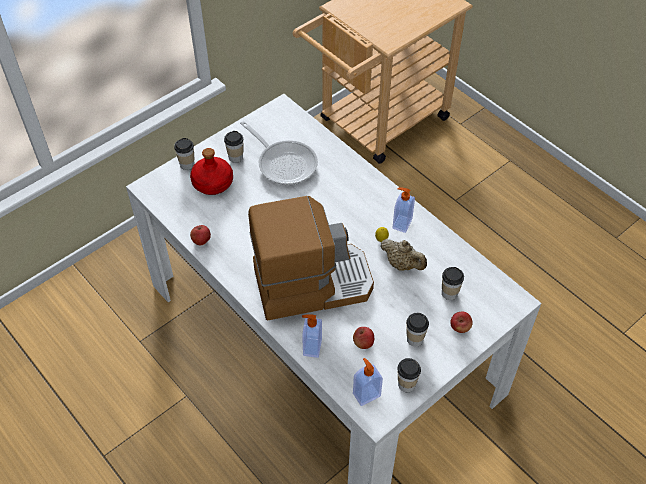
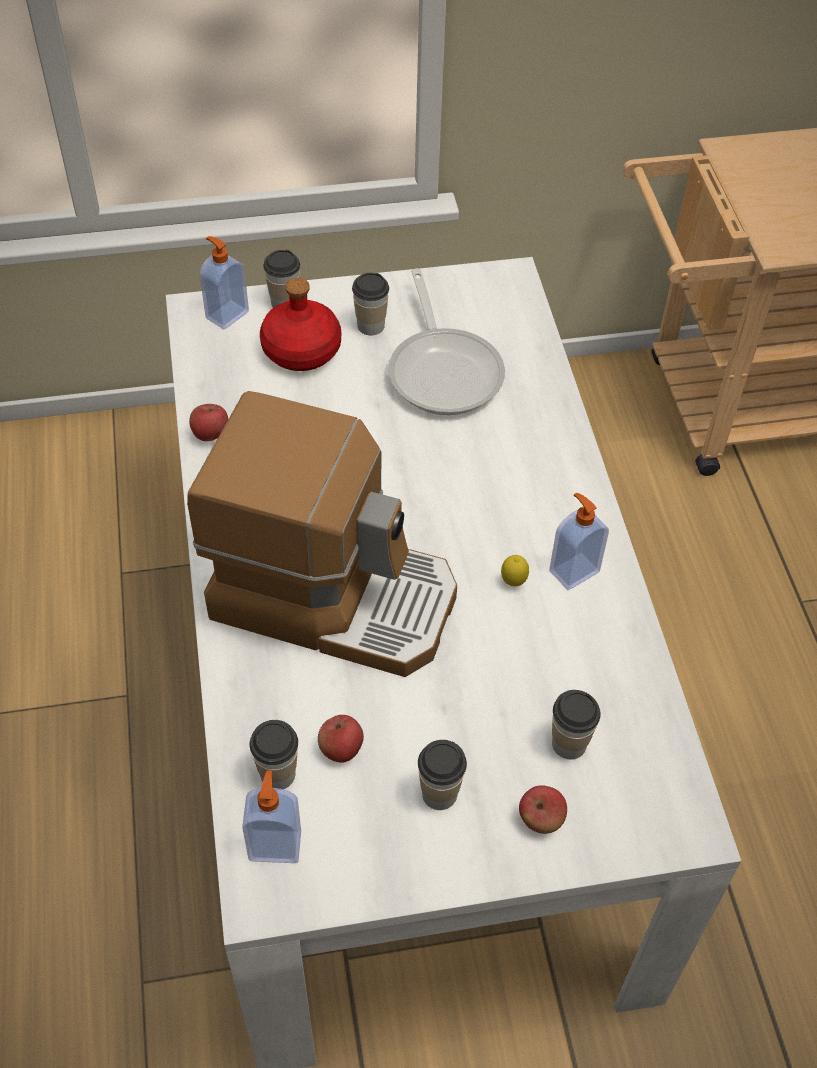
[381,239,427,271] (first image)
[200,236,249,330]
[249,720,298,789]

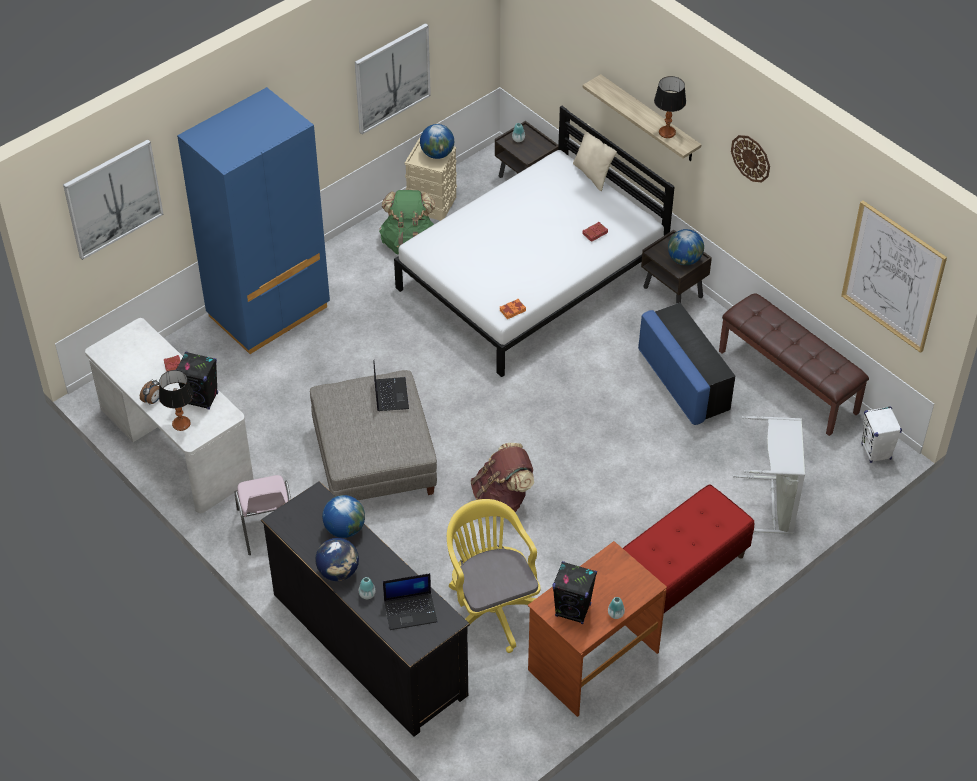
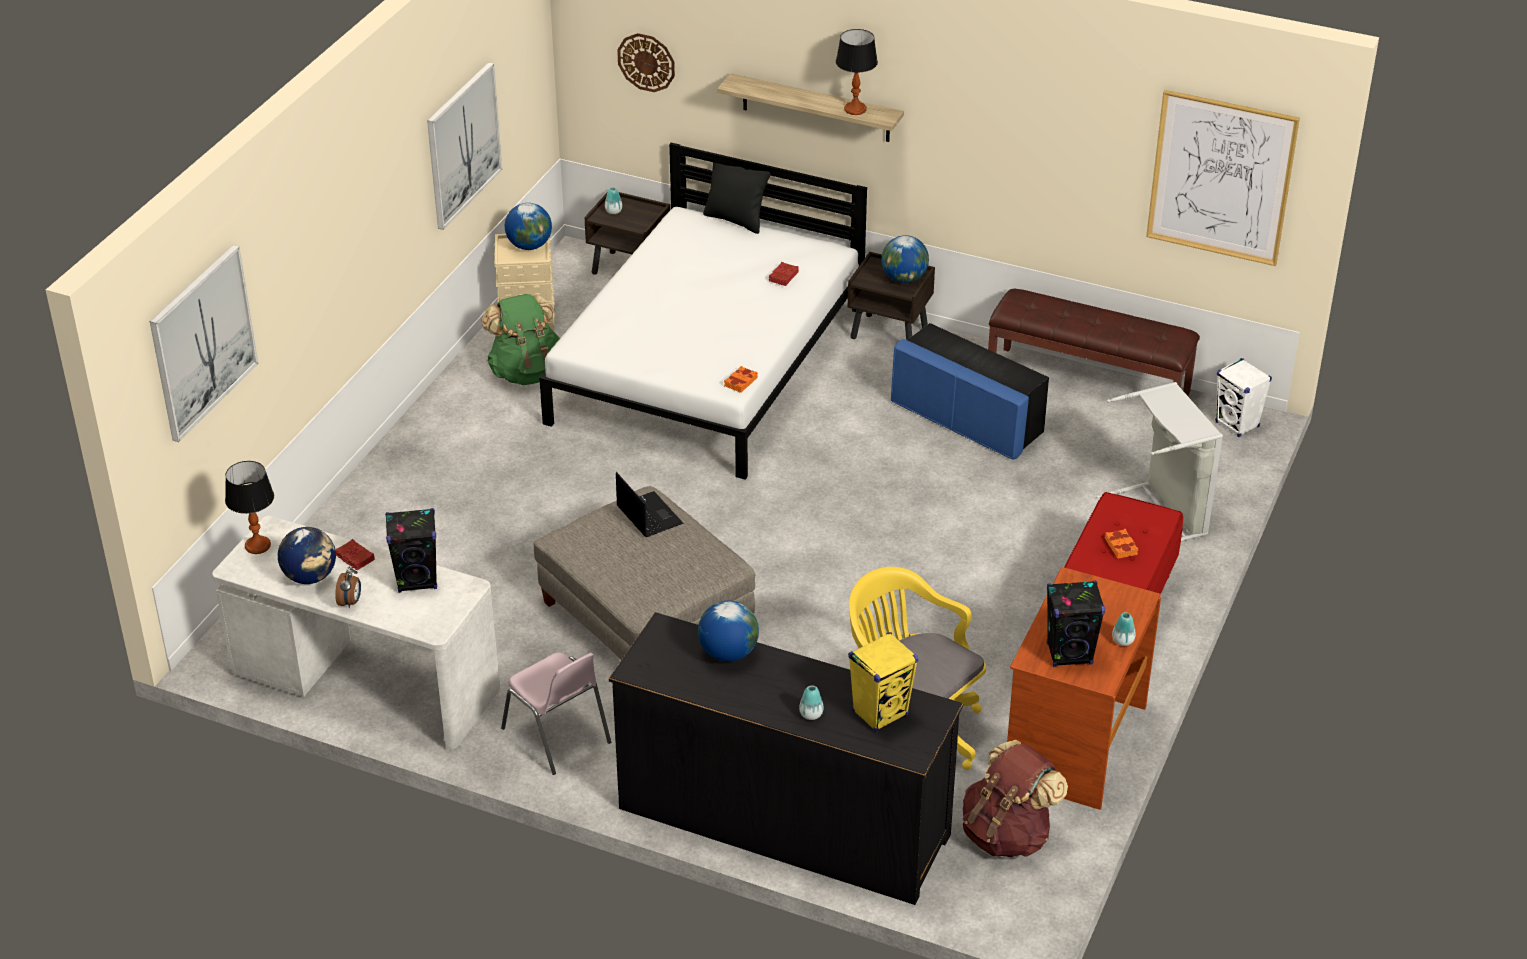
[177,87,330,354] (first image)
[1105,529,1138,559]
[225,461,274,554]
[278,527,336,584]
[963,740,1068,857]
[617,33,675,92]
[848,632,918,732]
[703,162,770,234]

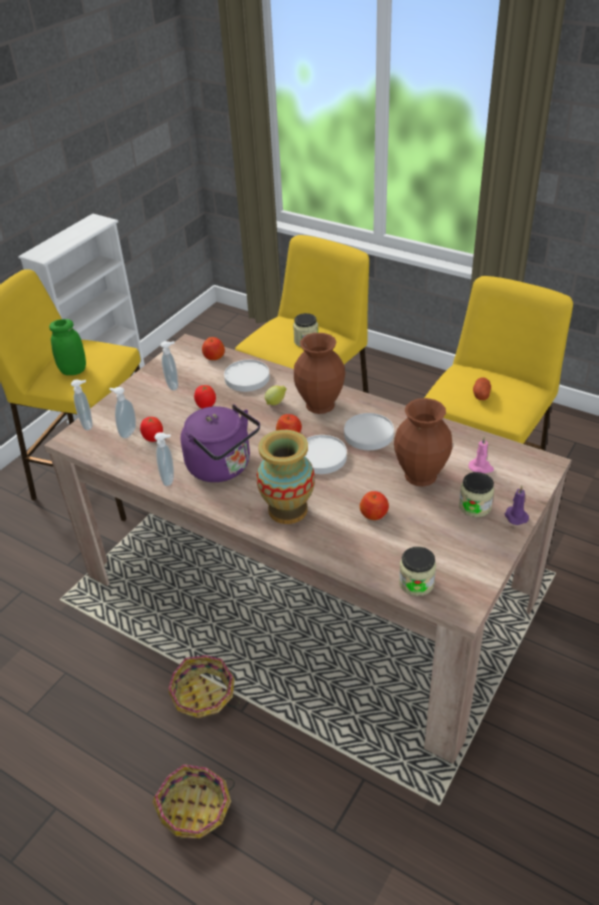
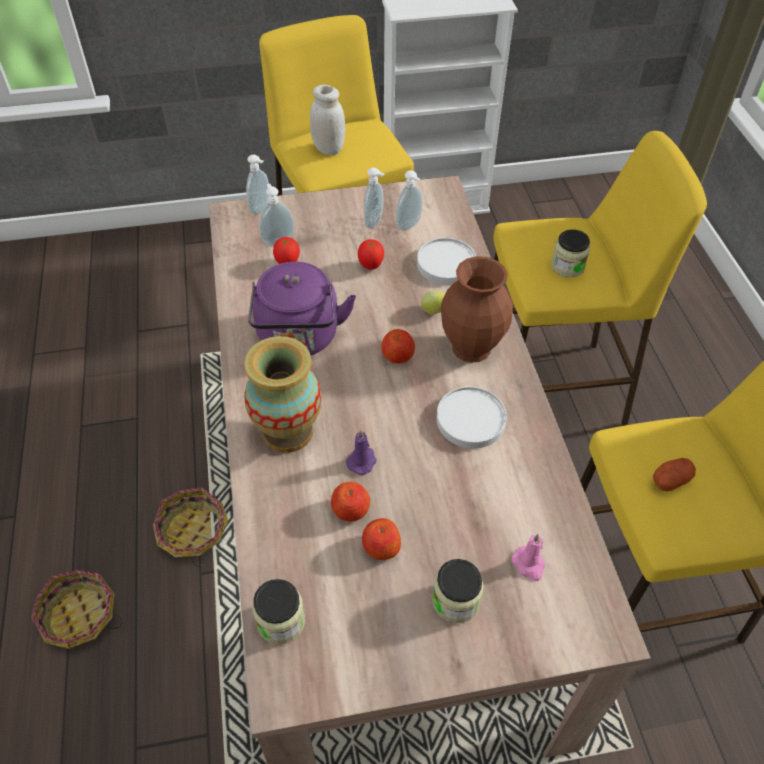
[305,435,347,474] (first image)
[394,398,452,487] (first image)
[396,170,423,231]
[362,518,401,560]
[346,430,377,475]
[310,85,345,155]

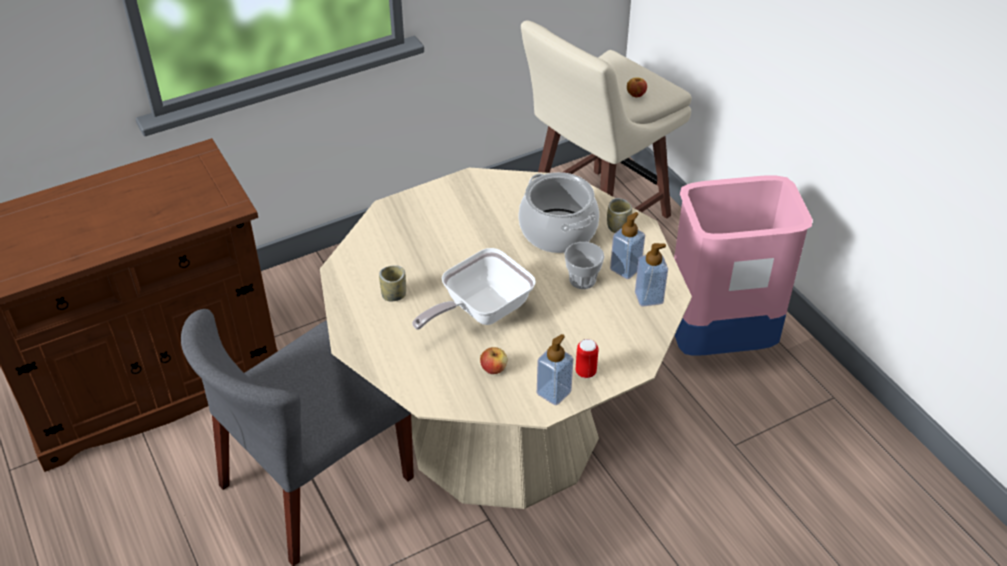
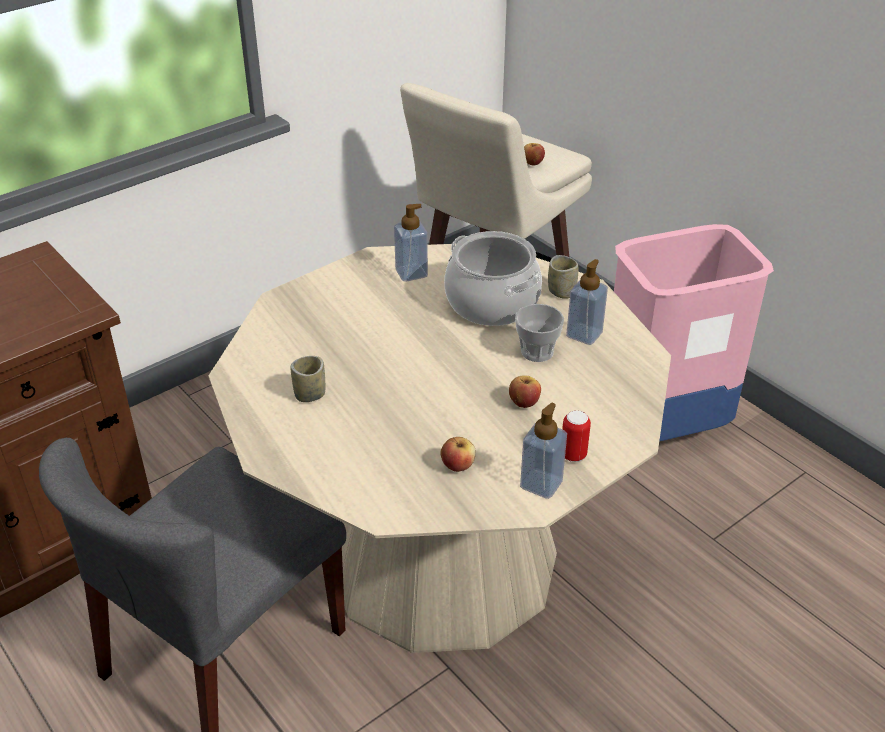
[412,248,536,330] (first image)
[509,375,541,408]
[394,204,428,282]

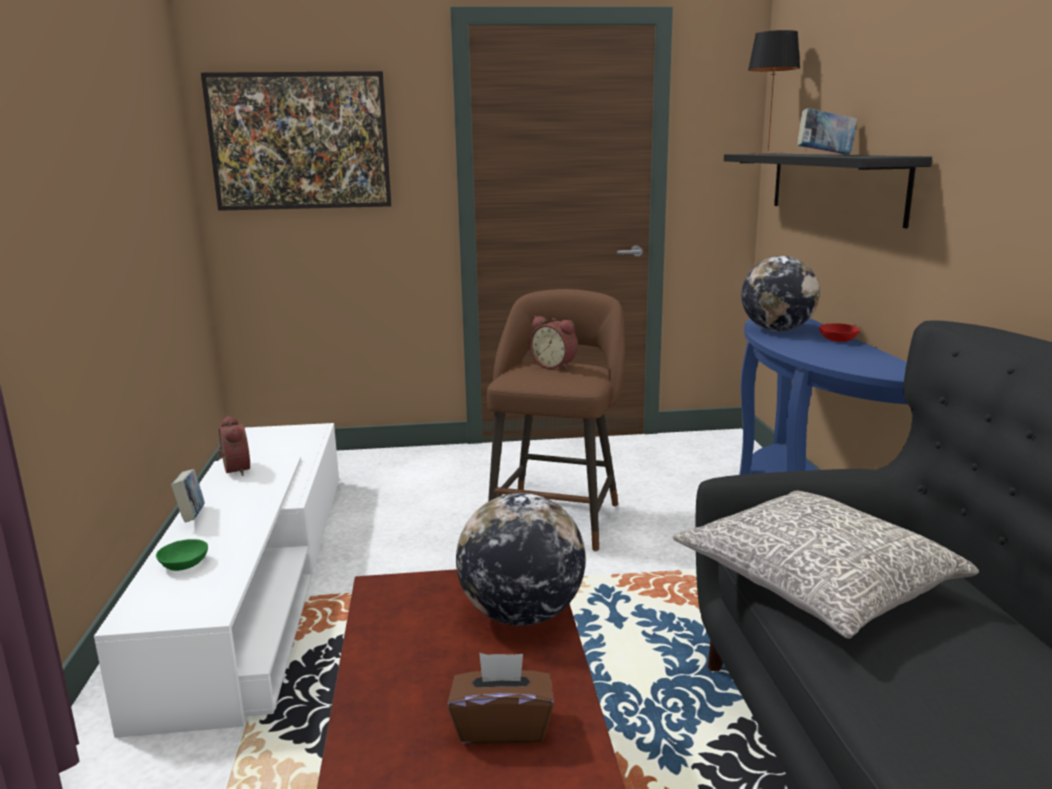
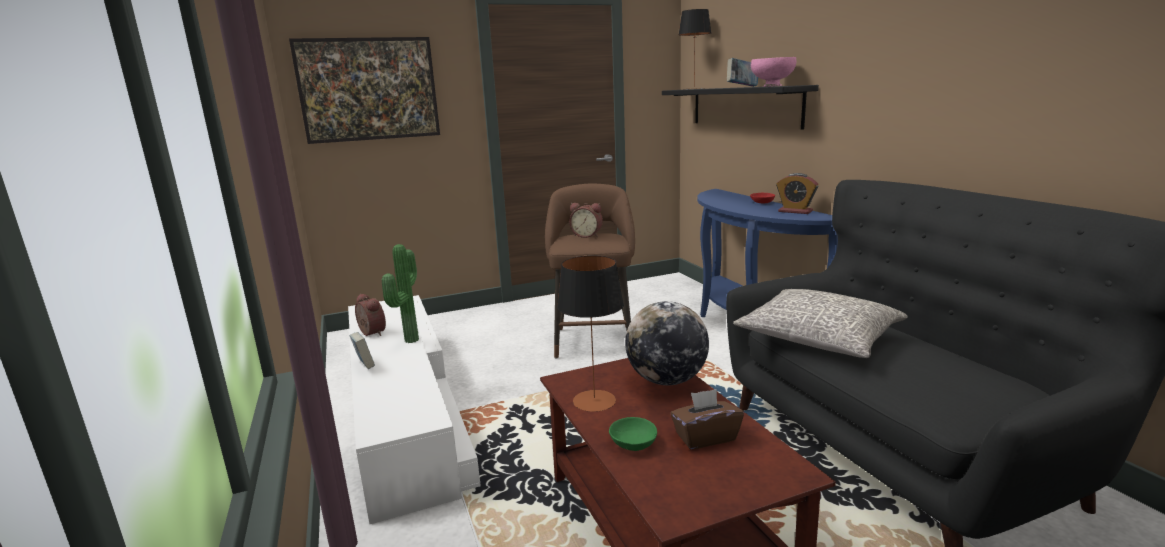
[741,256,820,331] (first image)
[382,244,419,343]
[557,255,624,412]
[751,57,796,87]
[776,173,818,214]
[609,417,657,451]

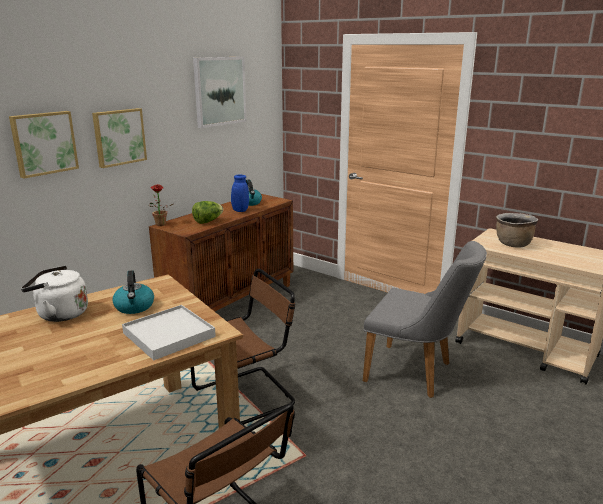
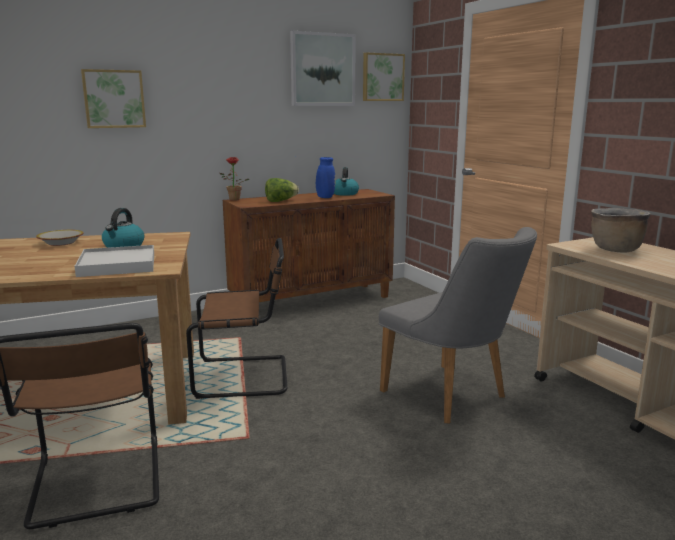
[363,52,405,101]
[36,230,84,246]

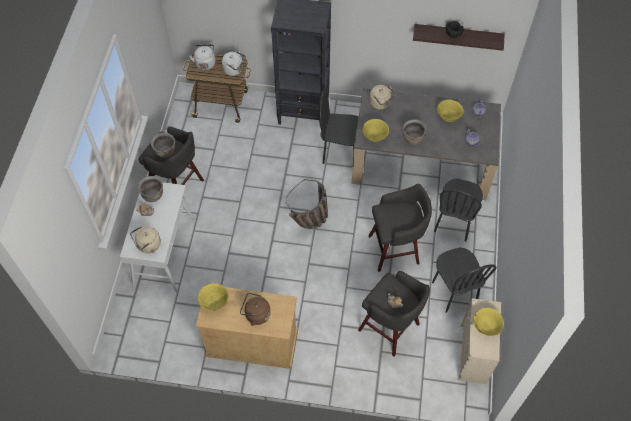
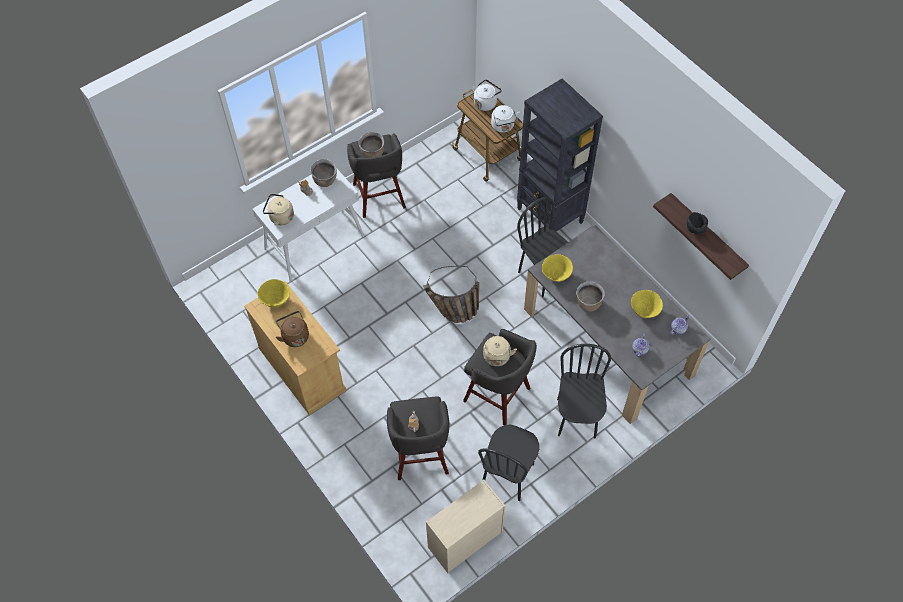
[473,308,504,336] (first image)
[483,336,517,366]
[557,344,611,438]

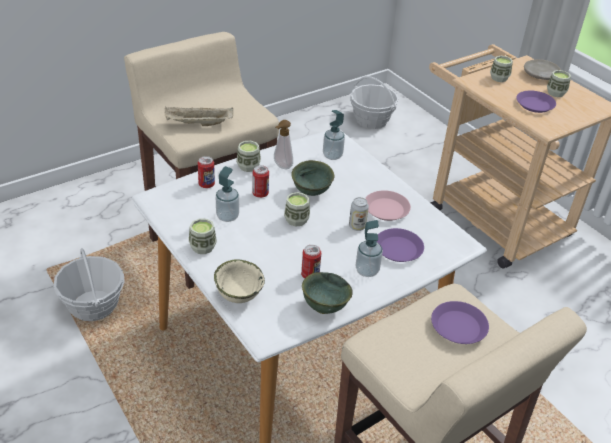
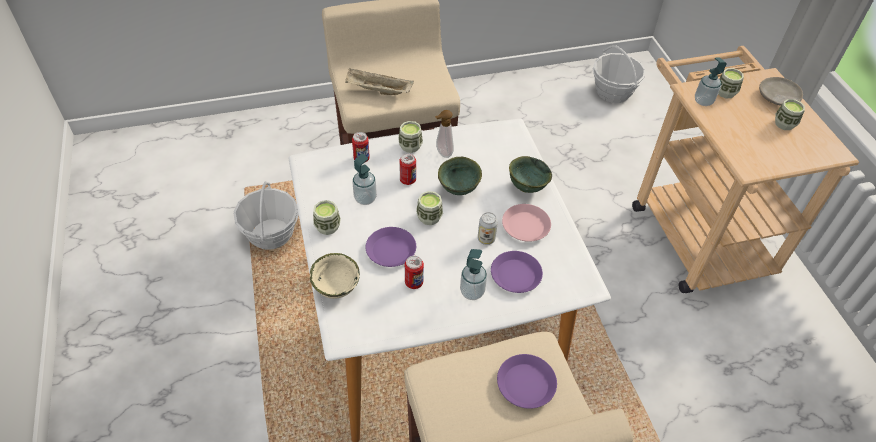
[509,156,552,193]
[695,58,727,106]
[366,227,416,267]

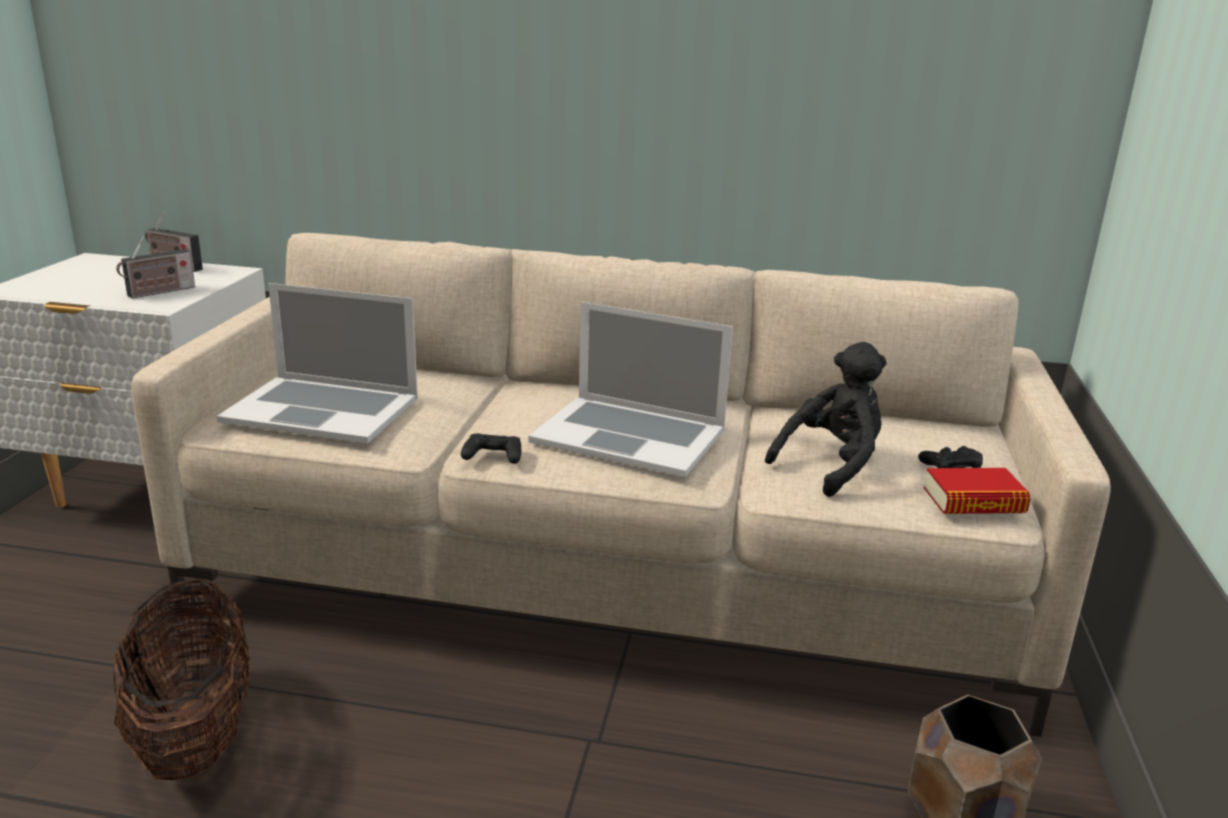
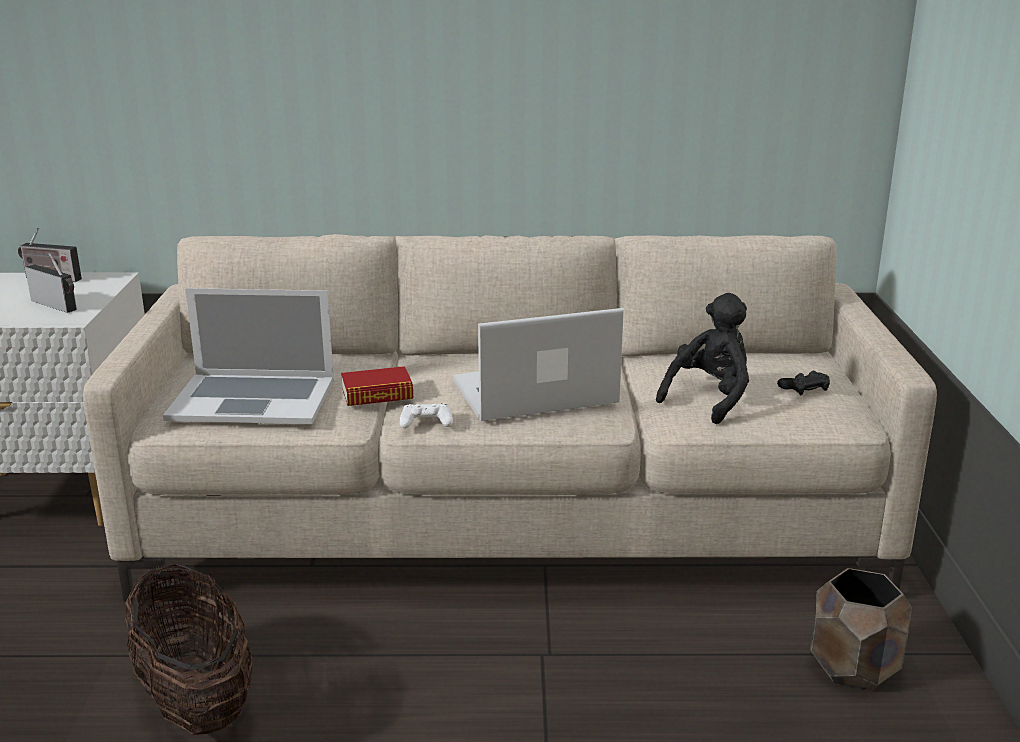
[341,366,413,406]
[400,403,453,428]
[25,253,77,313]
[453,308,624,421]

